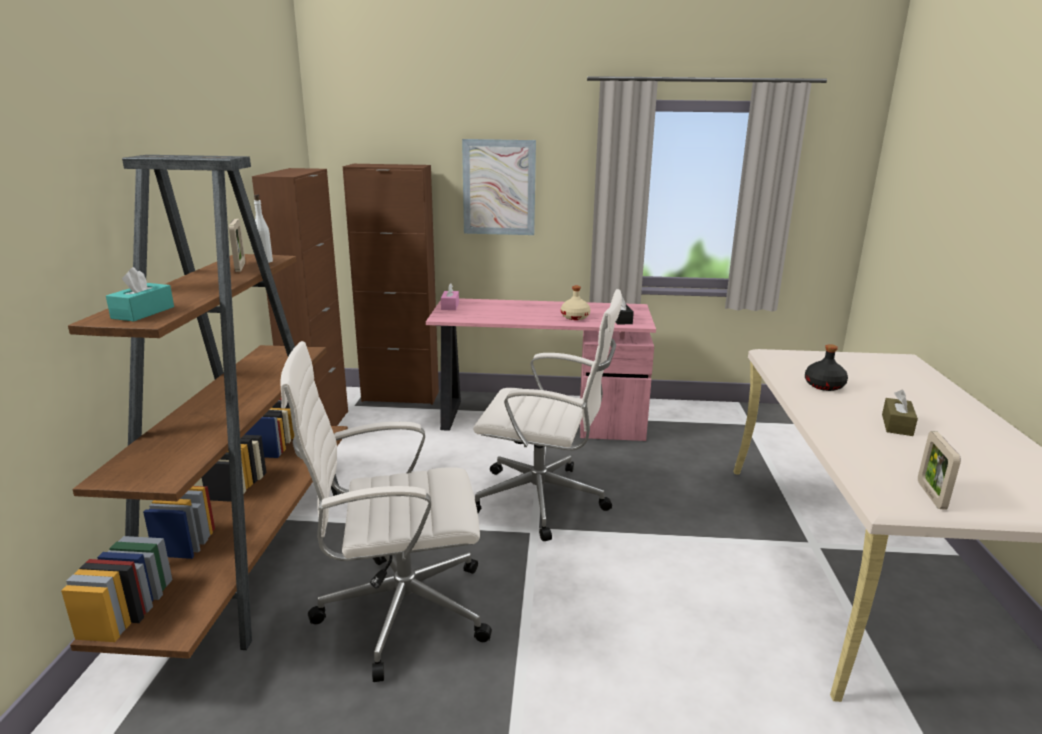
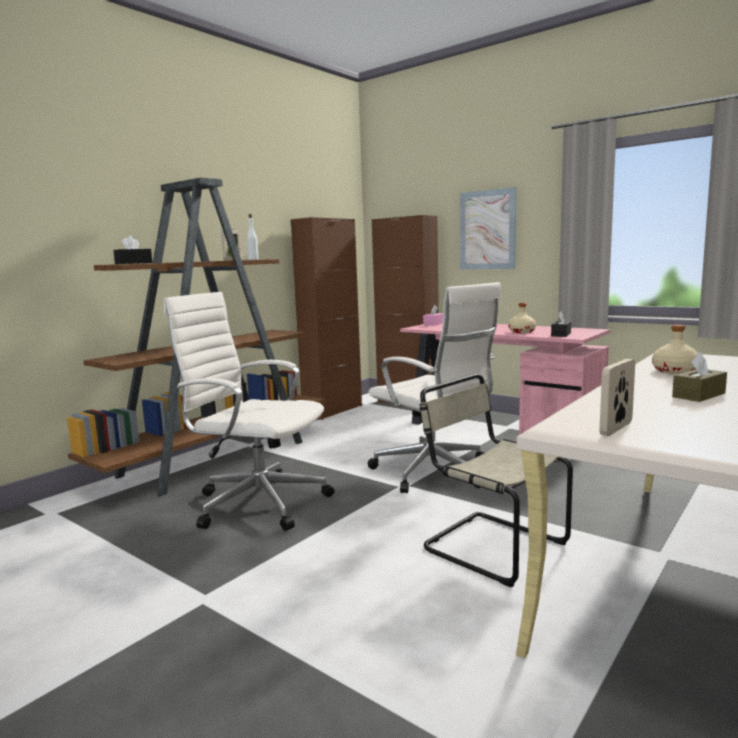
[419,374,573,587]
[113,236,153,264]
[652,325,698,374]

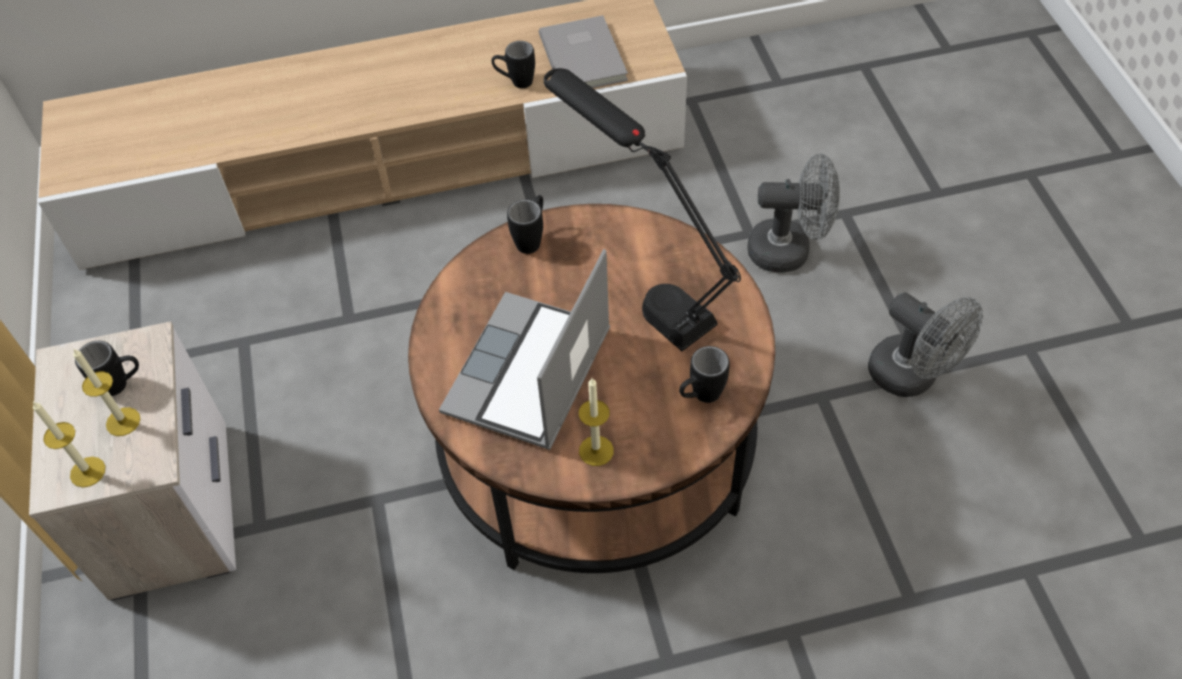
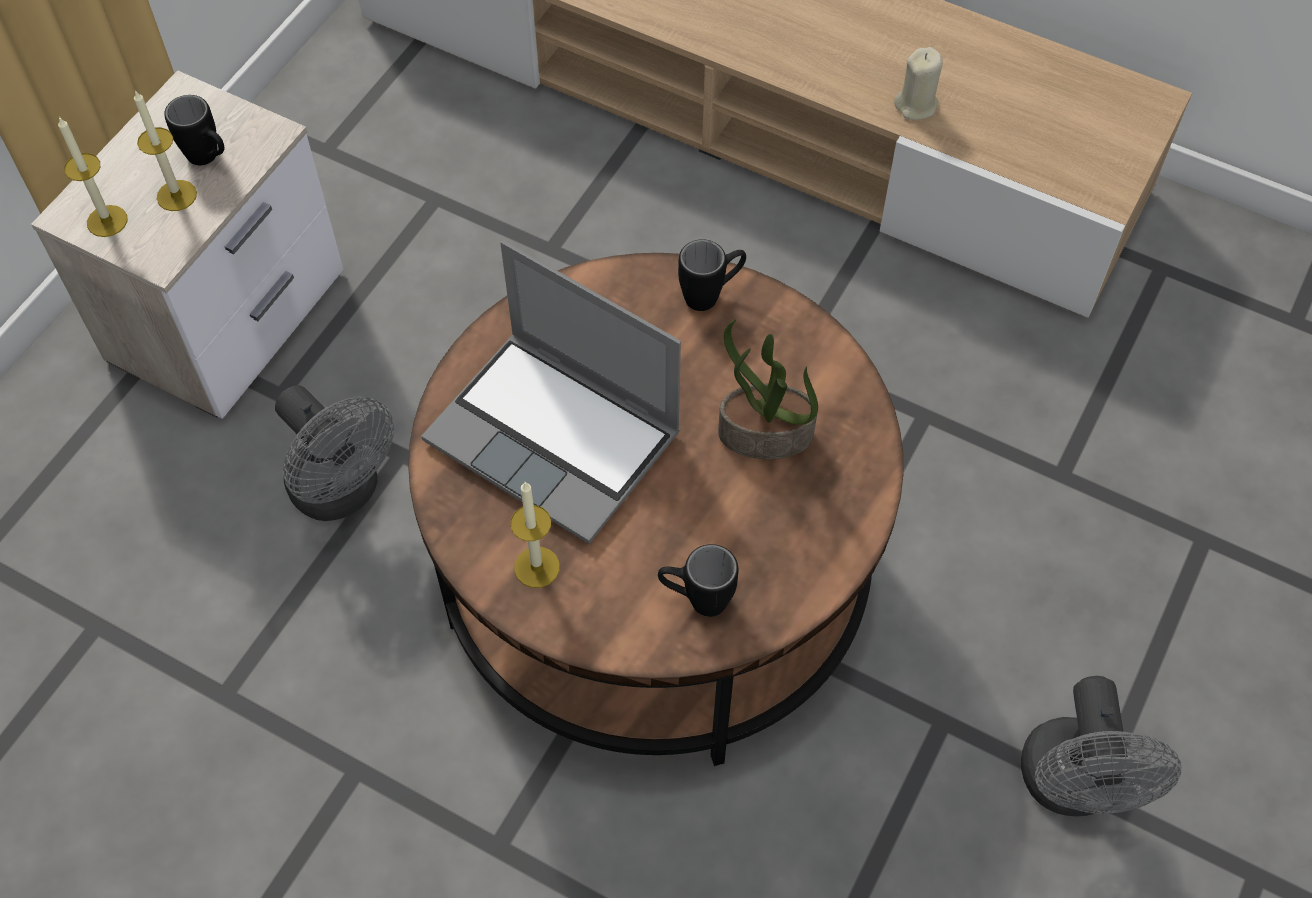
[539,15,628,88] (first image)
[275,385,394,521]
[894,47,943,120]
[718,319,818,459]
[421,241,681,544]

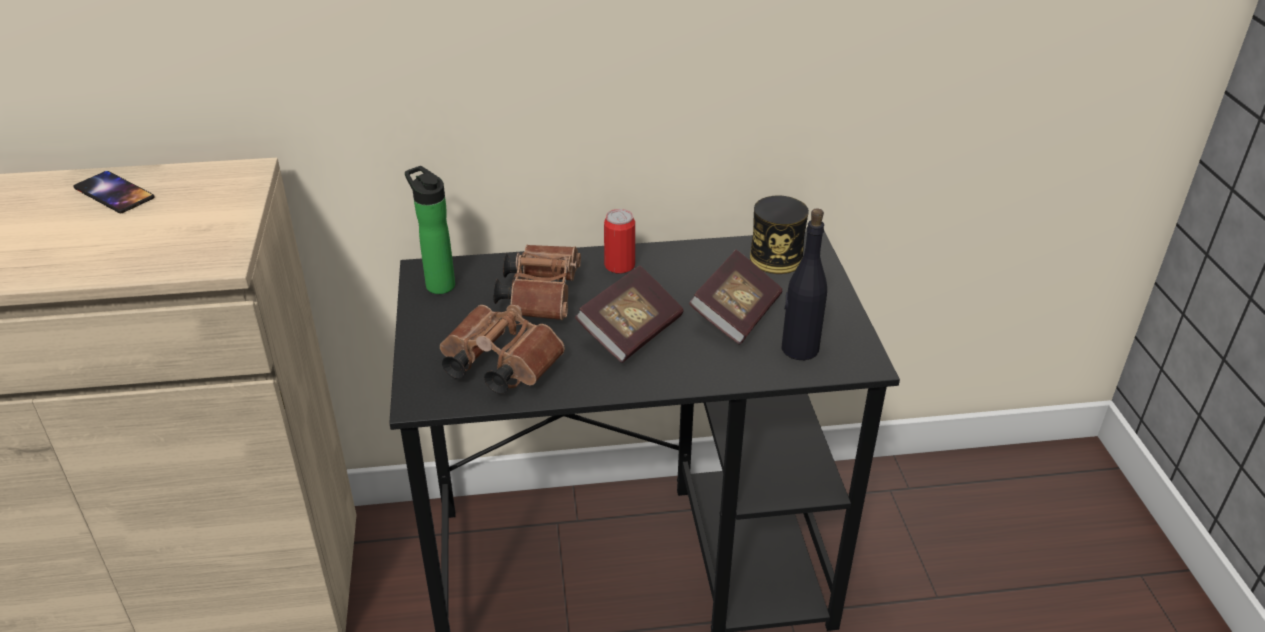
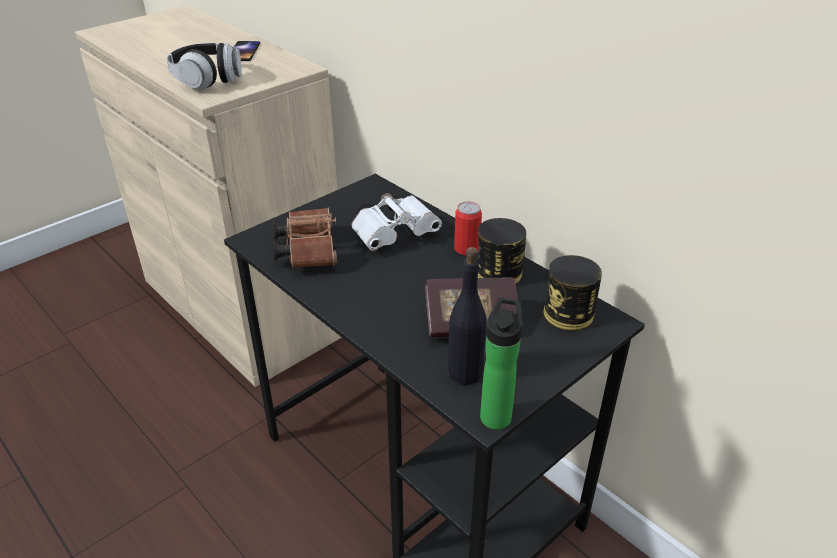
[575,266,683,363] (first image)
[167,43,242,89]
[478,218,526,284]
[480,298,522,430]
[351,193,442,251]

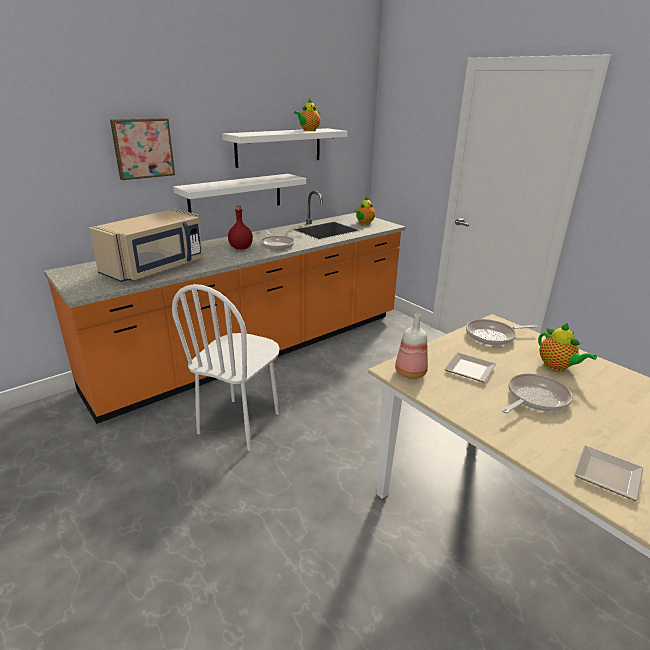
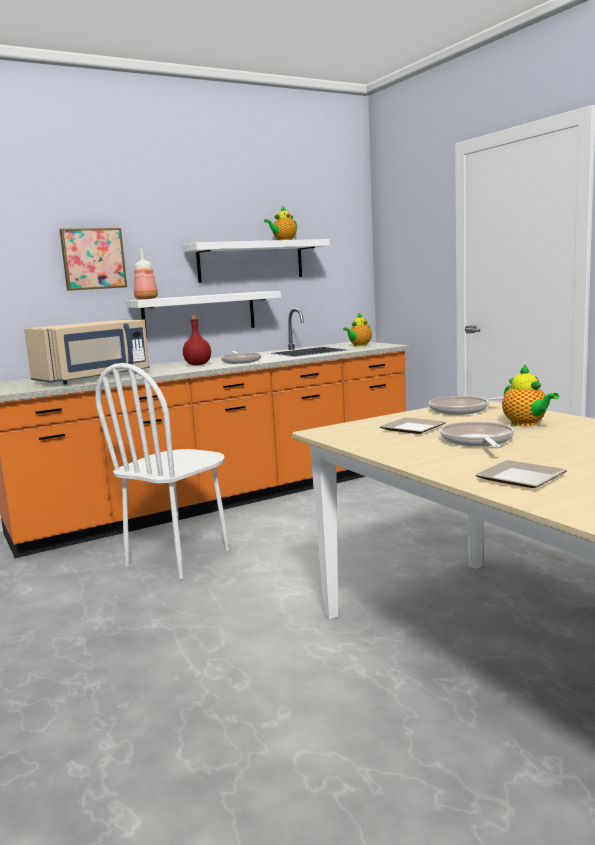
[134,249,158,299]
[440,422,514,448]

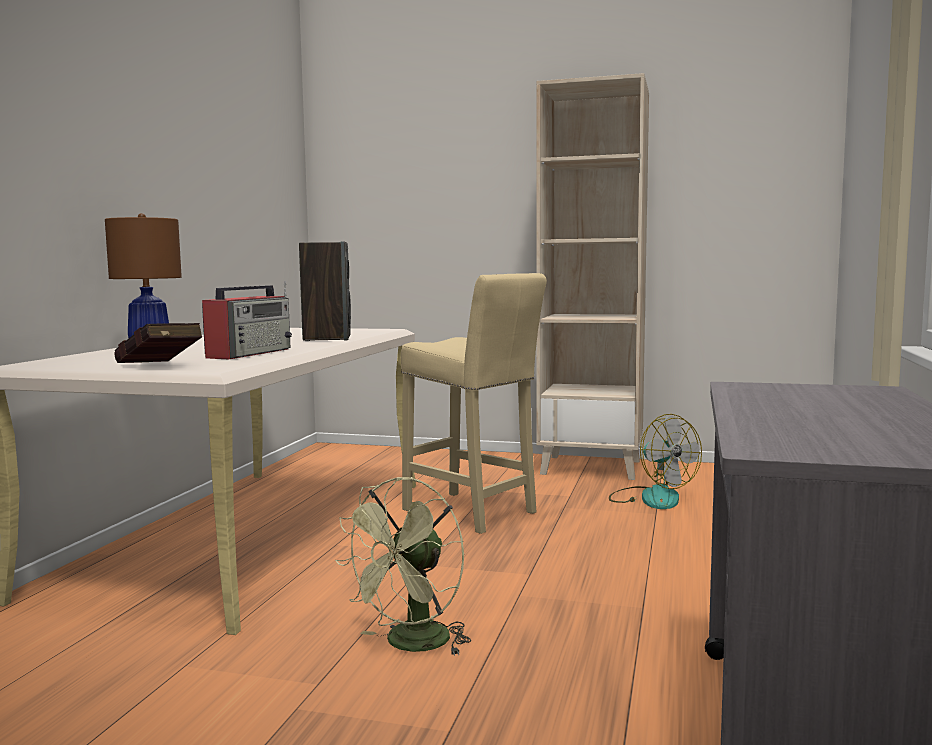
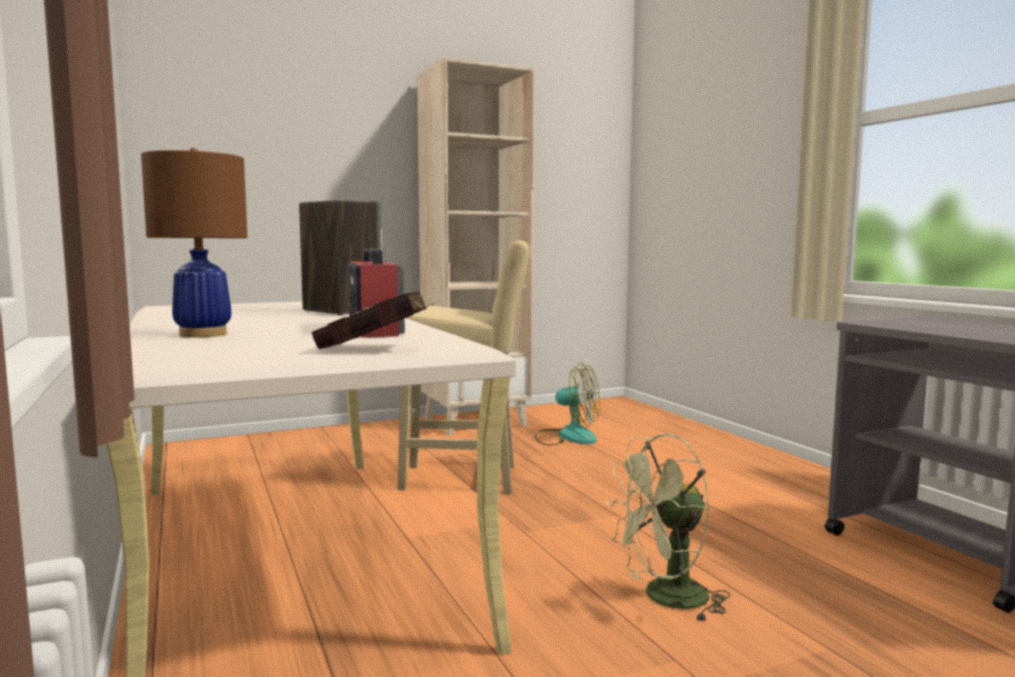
[606,433,730,622]

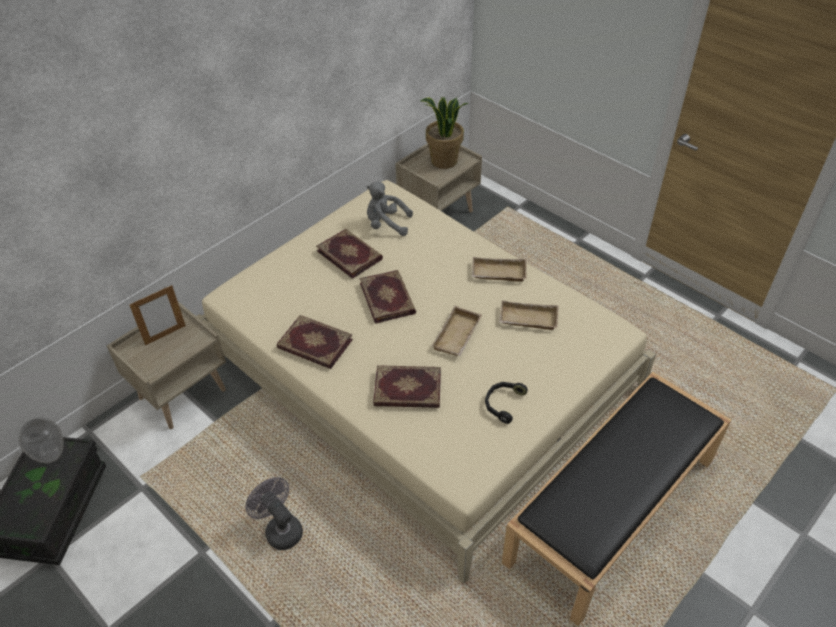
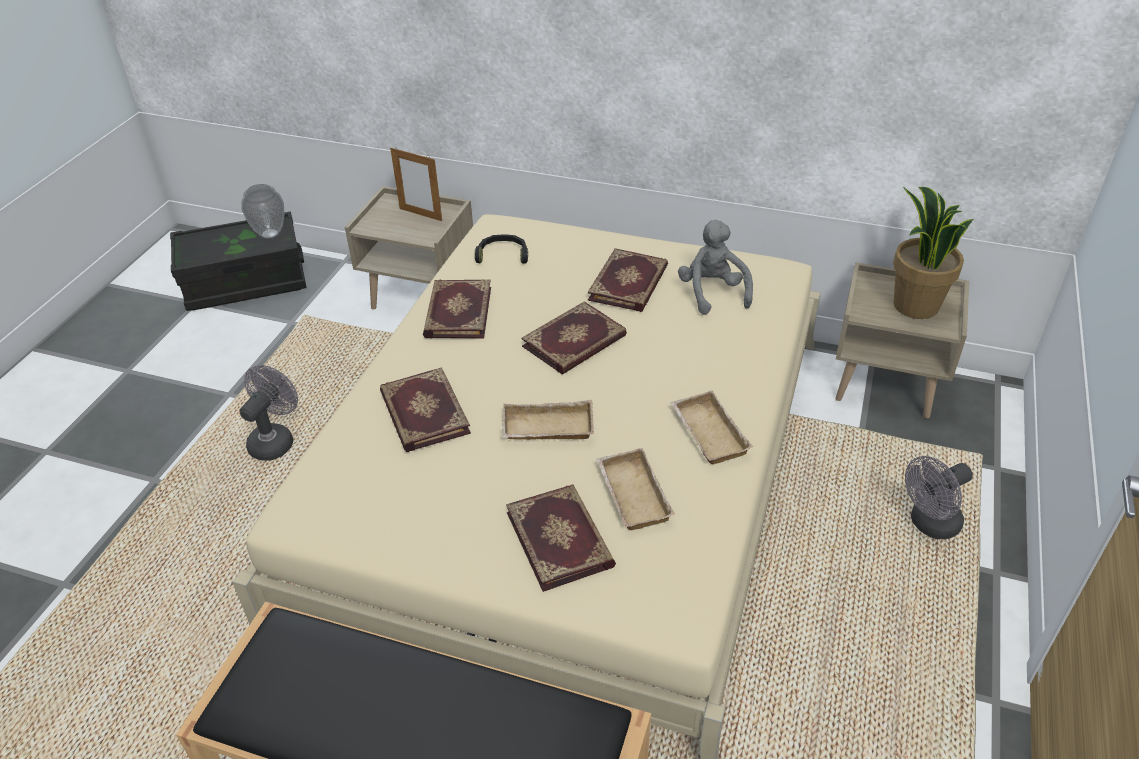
[506,484,616,592]
[905,456,973,539]
[475,234,528,264]

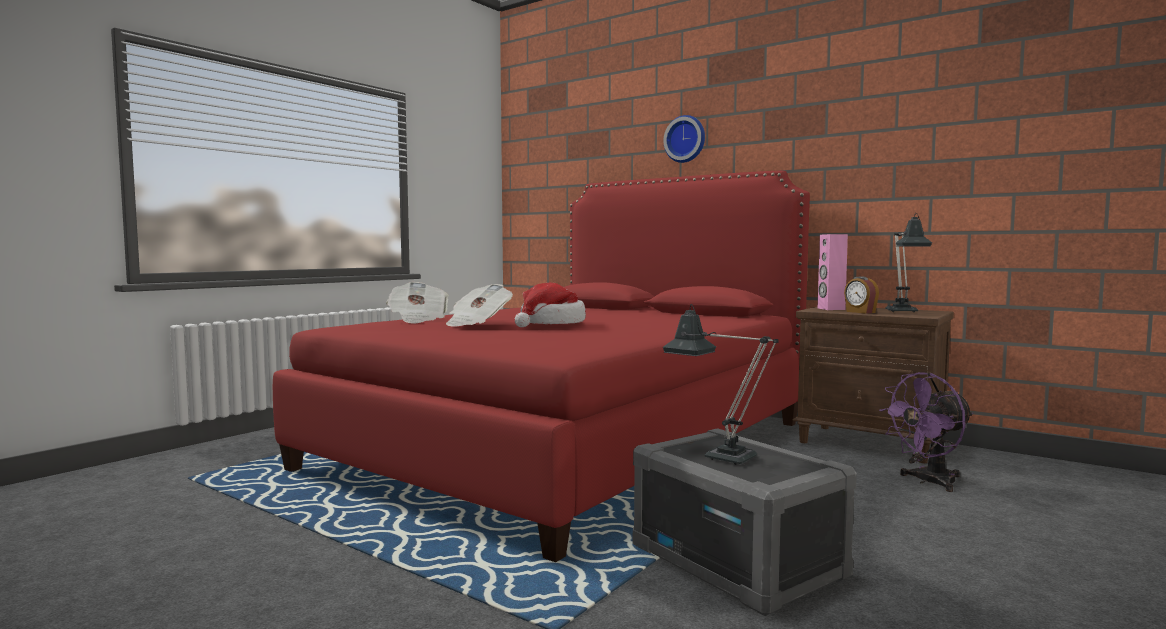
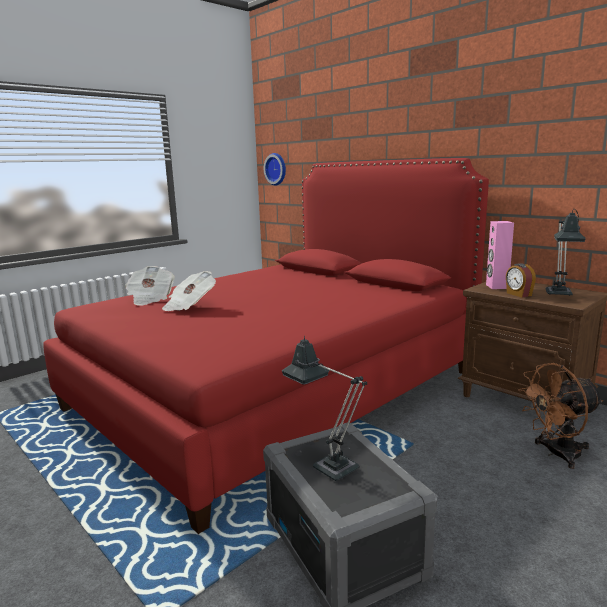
[514,283,586,327] (first image)
[264,153,286,186]
[518,363,603,469]

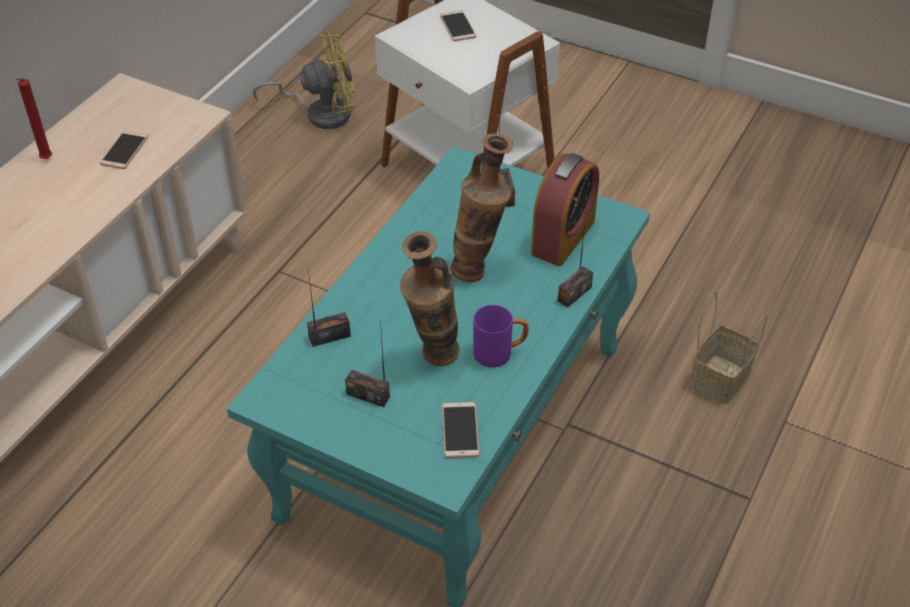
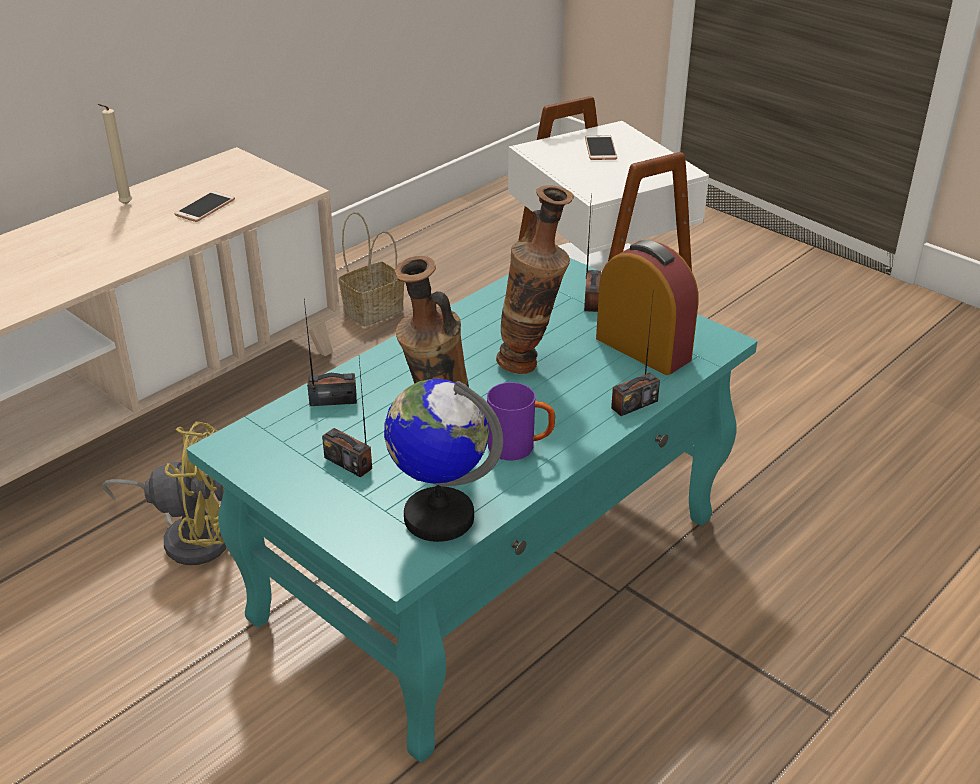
[102,422,227,565]
[339,212,405,327]
[384,379,503,542]
[97,104,132,205]
[596,240,698,375]

